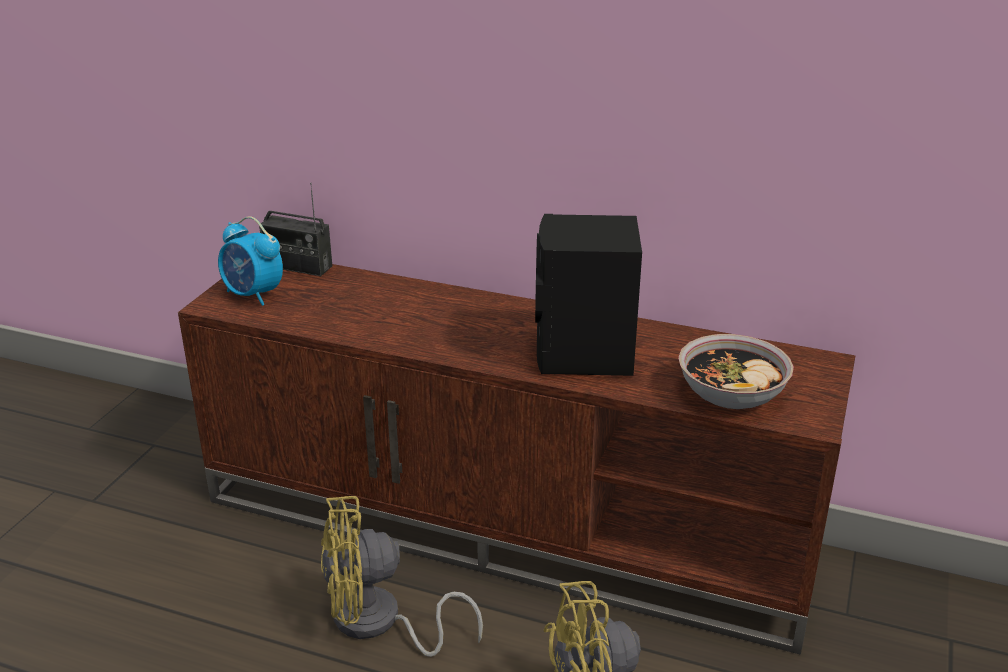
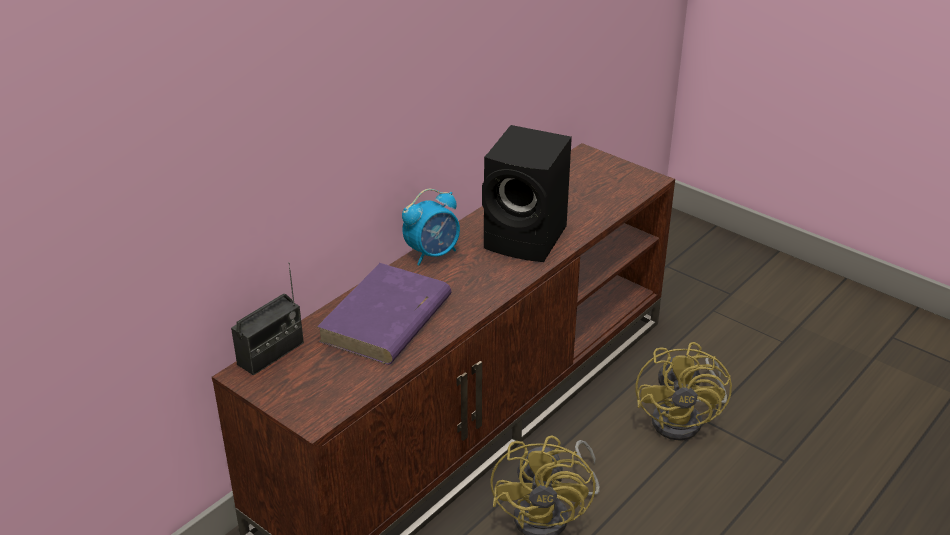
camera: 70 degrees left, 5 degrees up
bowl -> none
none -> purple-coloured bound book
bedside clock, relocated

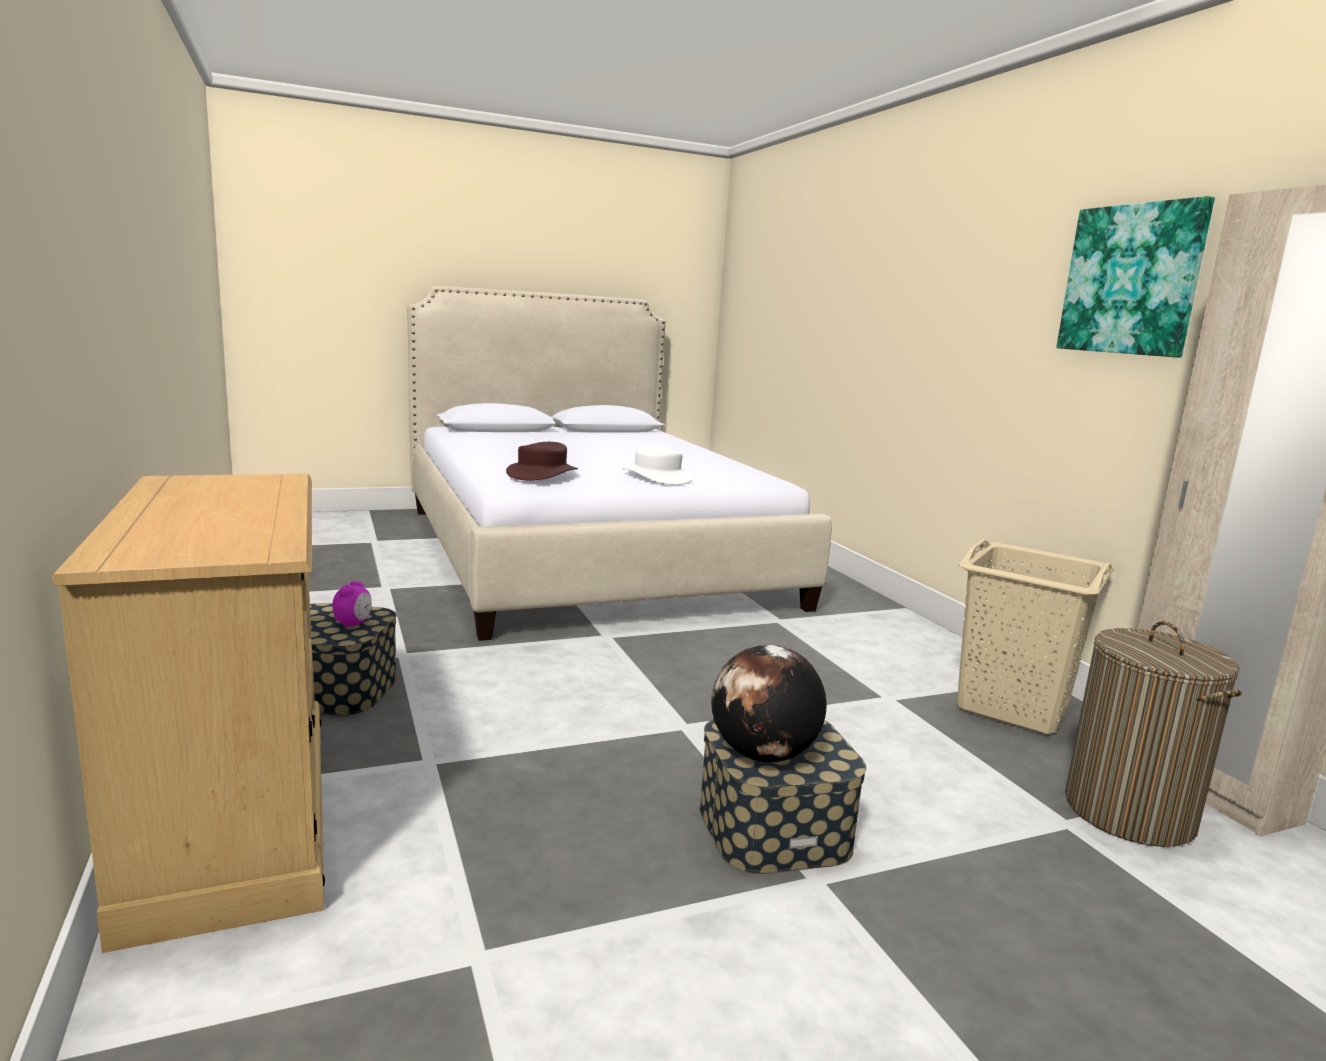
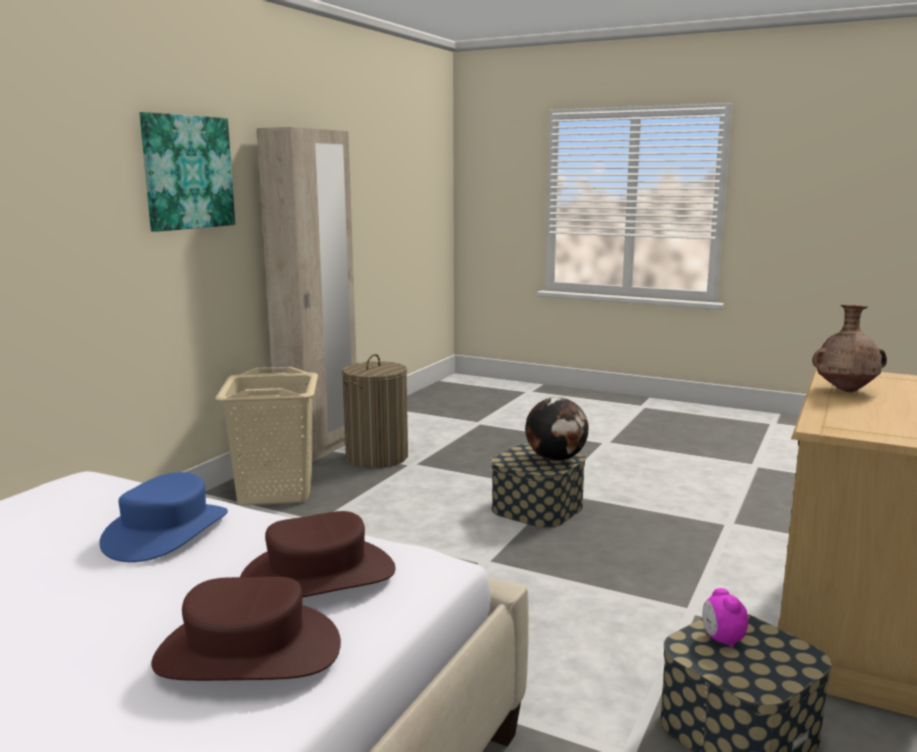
camera: 130 degrees left, 0 degrees up
none -> brownish hat (no. 1 from left)
none -> brownish decorative vase
white-coloured hat -> blue hat
bedside clock, 75 degrees counterclockwise

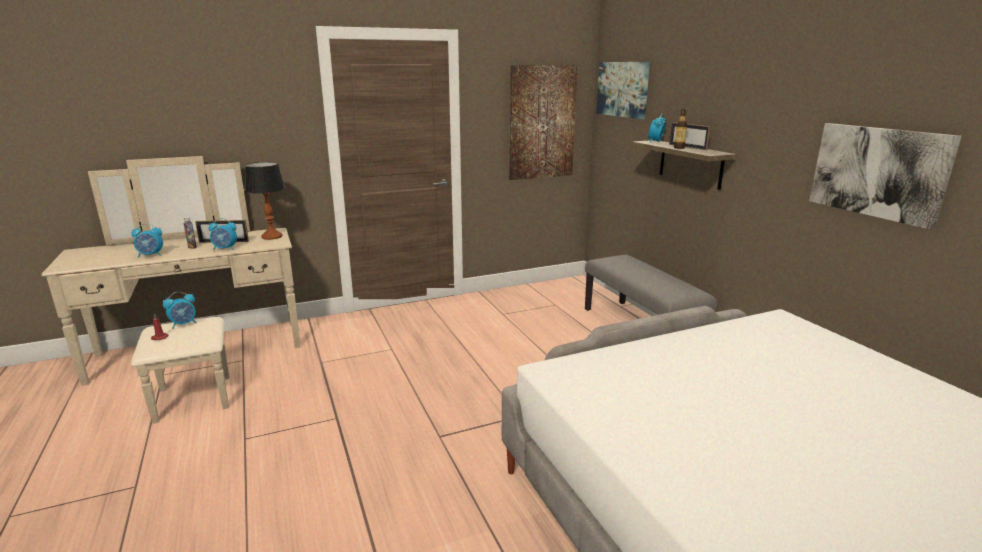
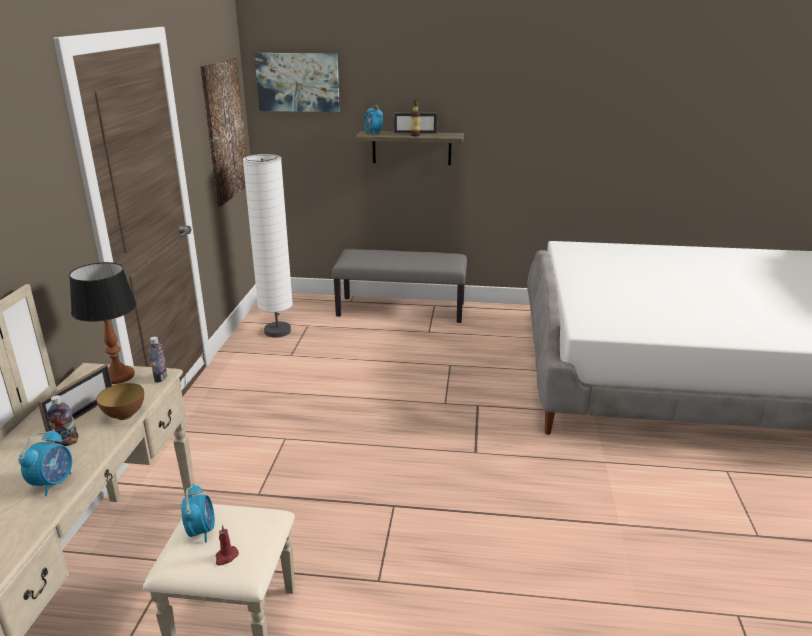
camera: 60 degrees left, 5 degrees up
picture (no. 3 from left) -> none
none -> bottle (no. 2 from left)
none -> white-coloured floor lamp
bedside clock (no. 3 from left) -> bowl

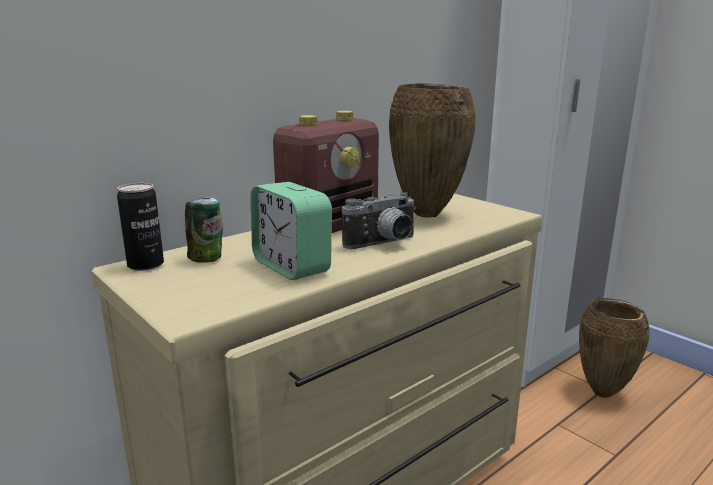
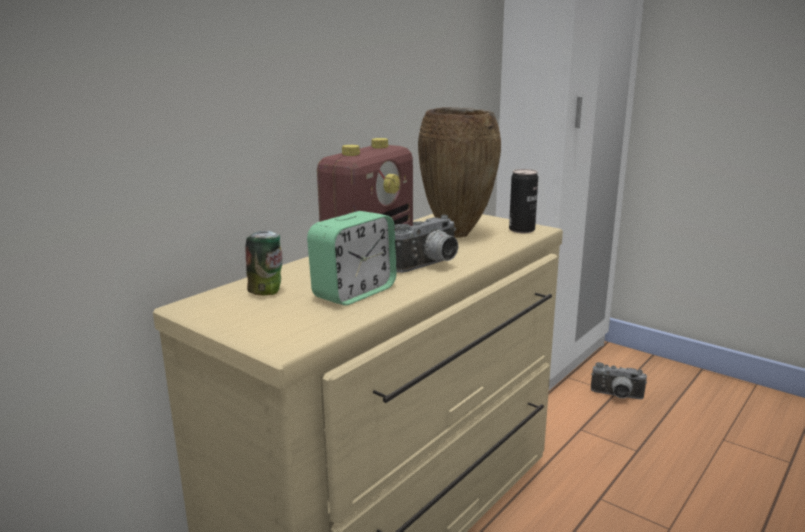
camera: 10 degrees left, 0 degrees up
metal can (no. 1 from left in the first image) -> metal can (no. 2 from left), relocated
brownish decorative vase (no. 2 from left) -> still camera (no. 2 from left)
bedside clock, 90 degrees counterclockwise

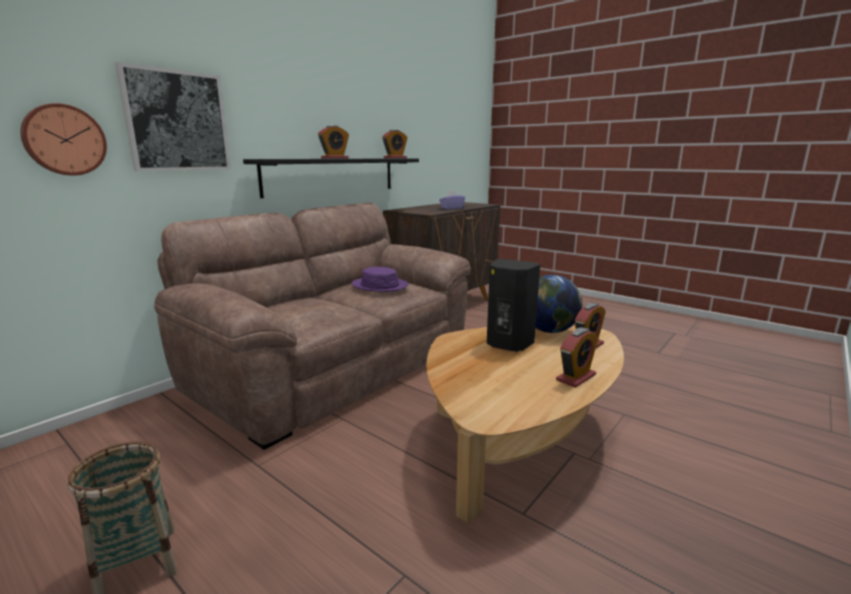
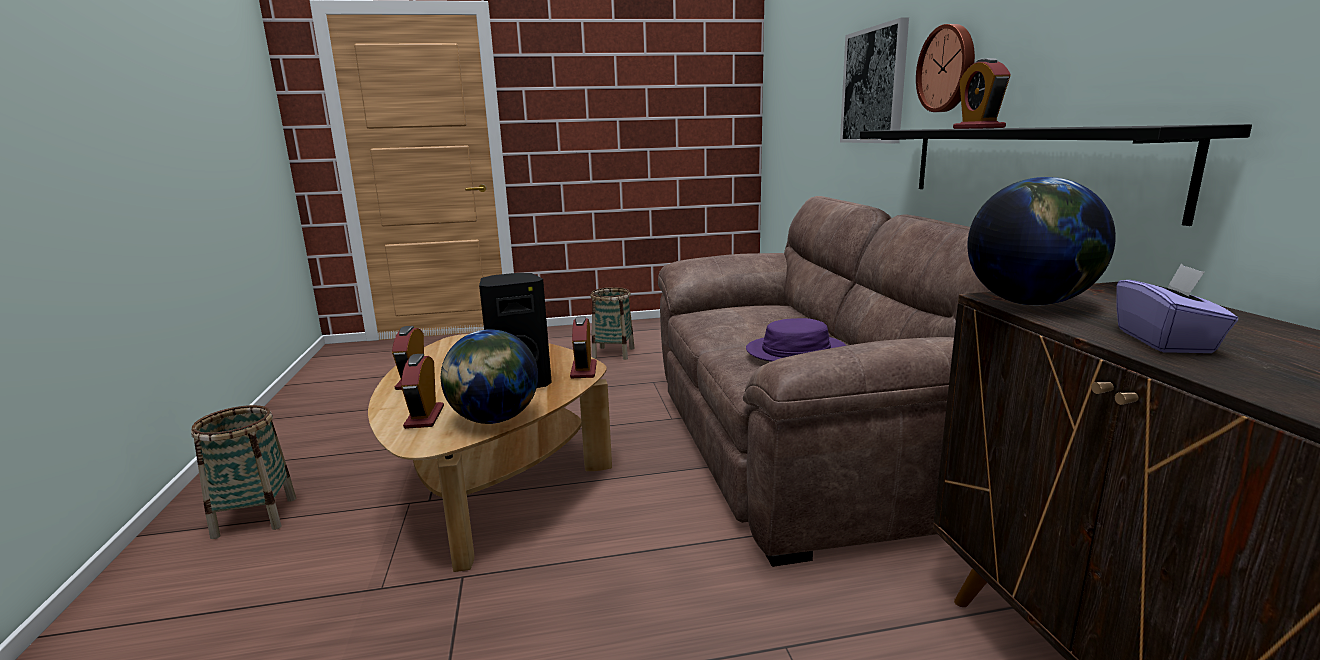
camera: 130 degrees right, 0 degrees up
none -> basket (no. 1 from left)
none -> world globe (no. 2 from left)
clock on the wall, relocated
bedside clock (no. 2 from left in the first image) -> bedside clock (no. 3 from left), relocated

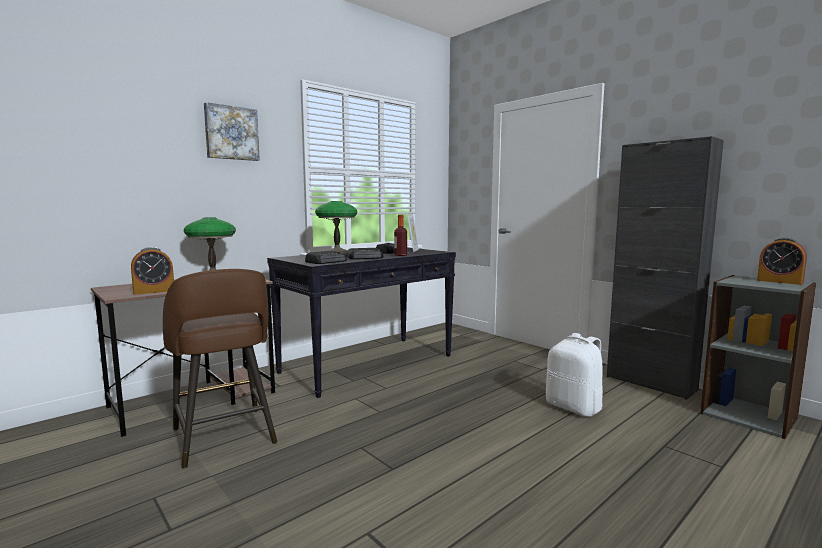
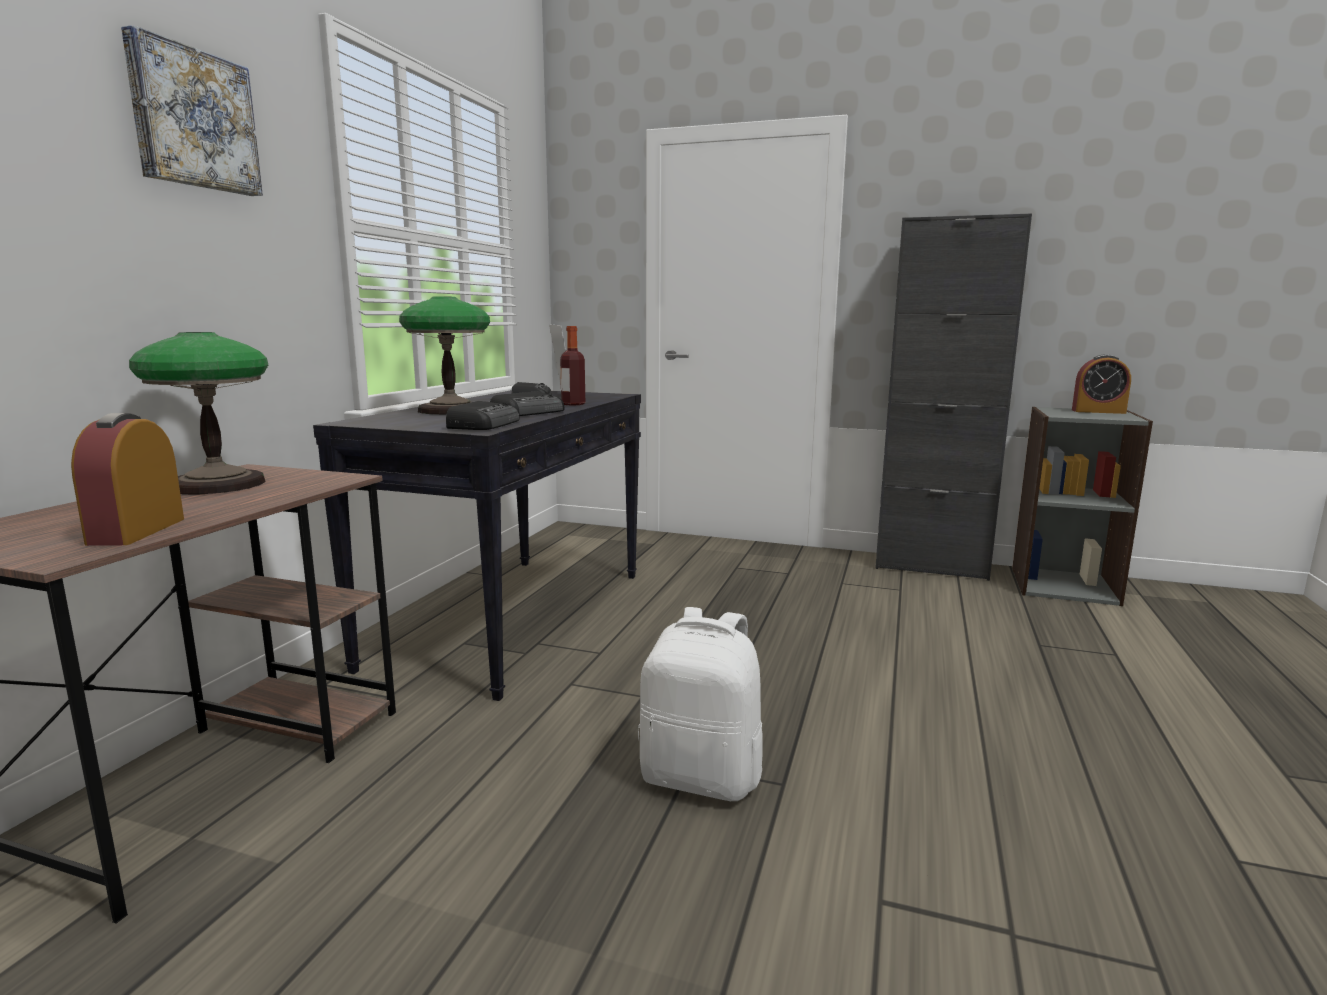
camera: 30 degrees left, 5 degrees up
brownish stool -> none
white-coloured rucksack, relocated
bedside clock (no. 1 from left), 150 degrees clockwise

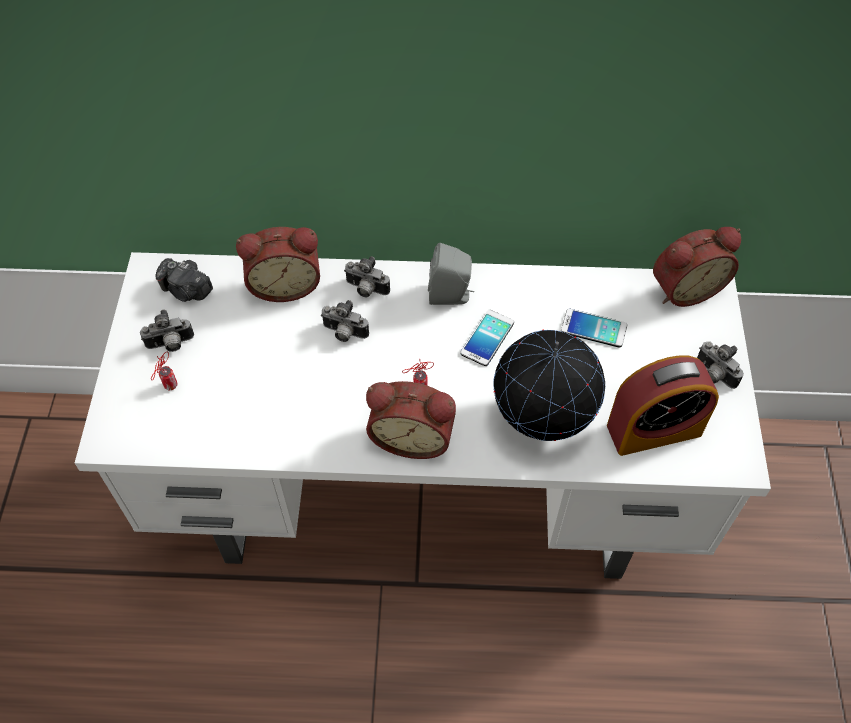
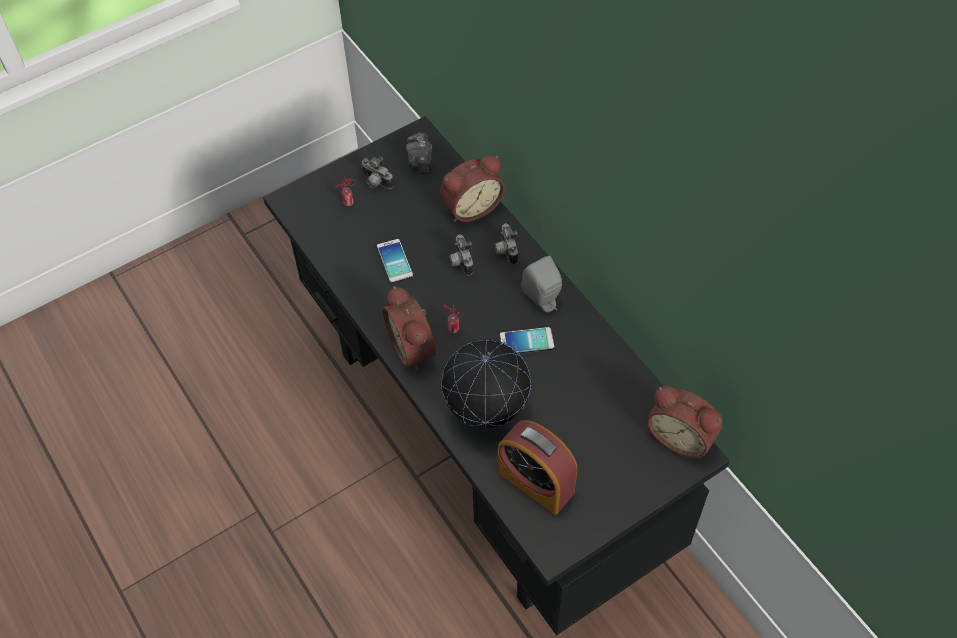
camera: 55 degrees right, 0 degrees up
still camera (no. 5 from left) -> none
telephone (no. 2 from left in the first image) -> telephone (no. 1 from left), relocated
white-coloured desk table -> blackish desk table
bedside clock (no. 1 from left in the first image) -> bedside clock (no. 2 from left), 75 degrees counterclockwise

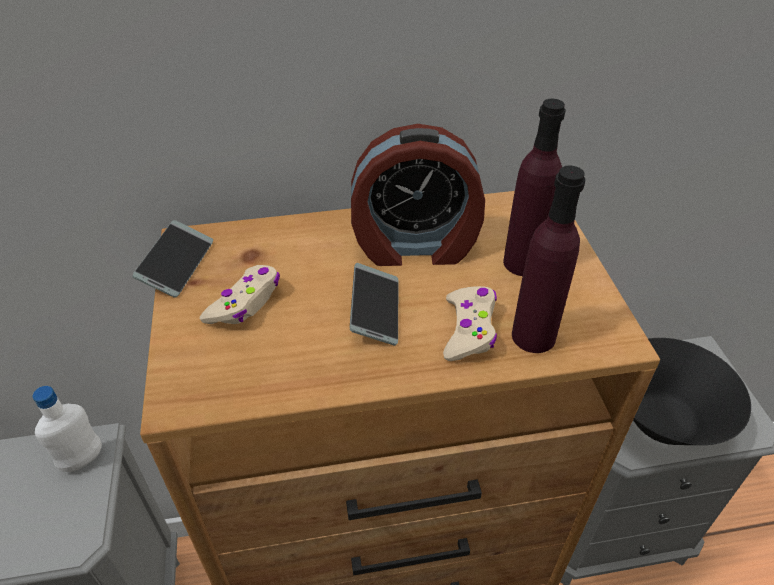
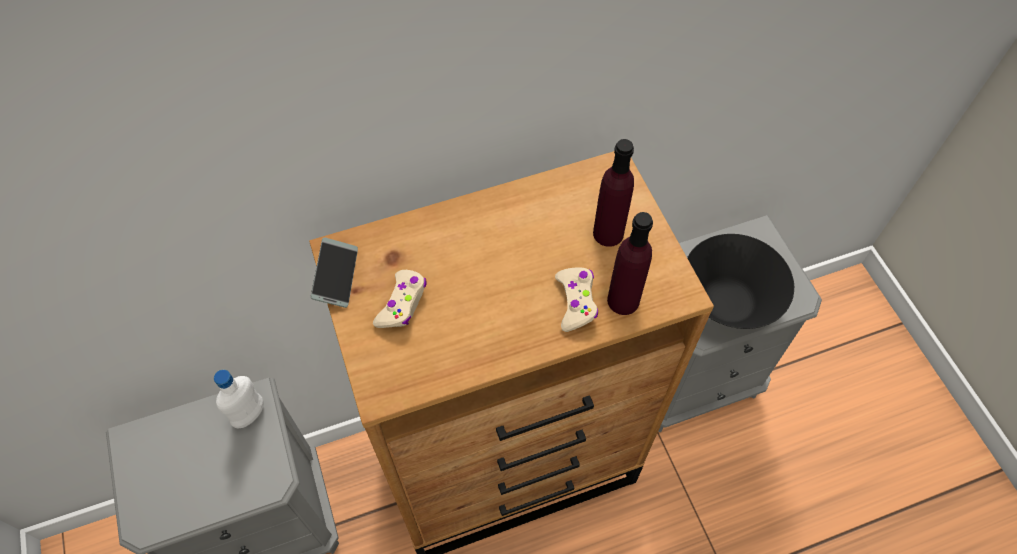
camera: 10 degrees left, 15 degrees up
telephone (no. 2 from left) -> none
bedside clock -> none

